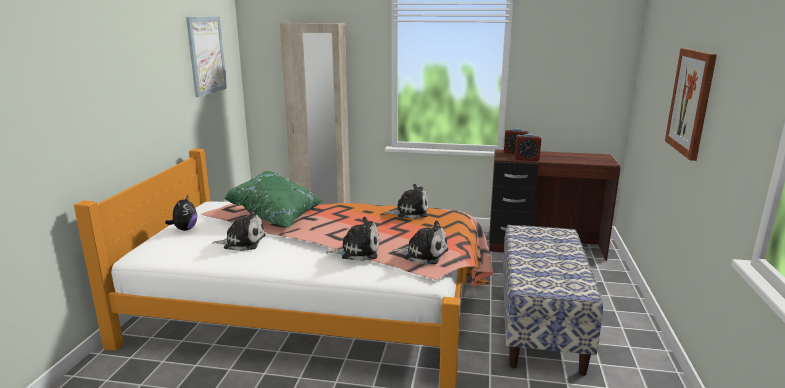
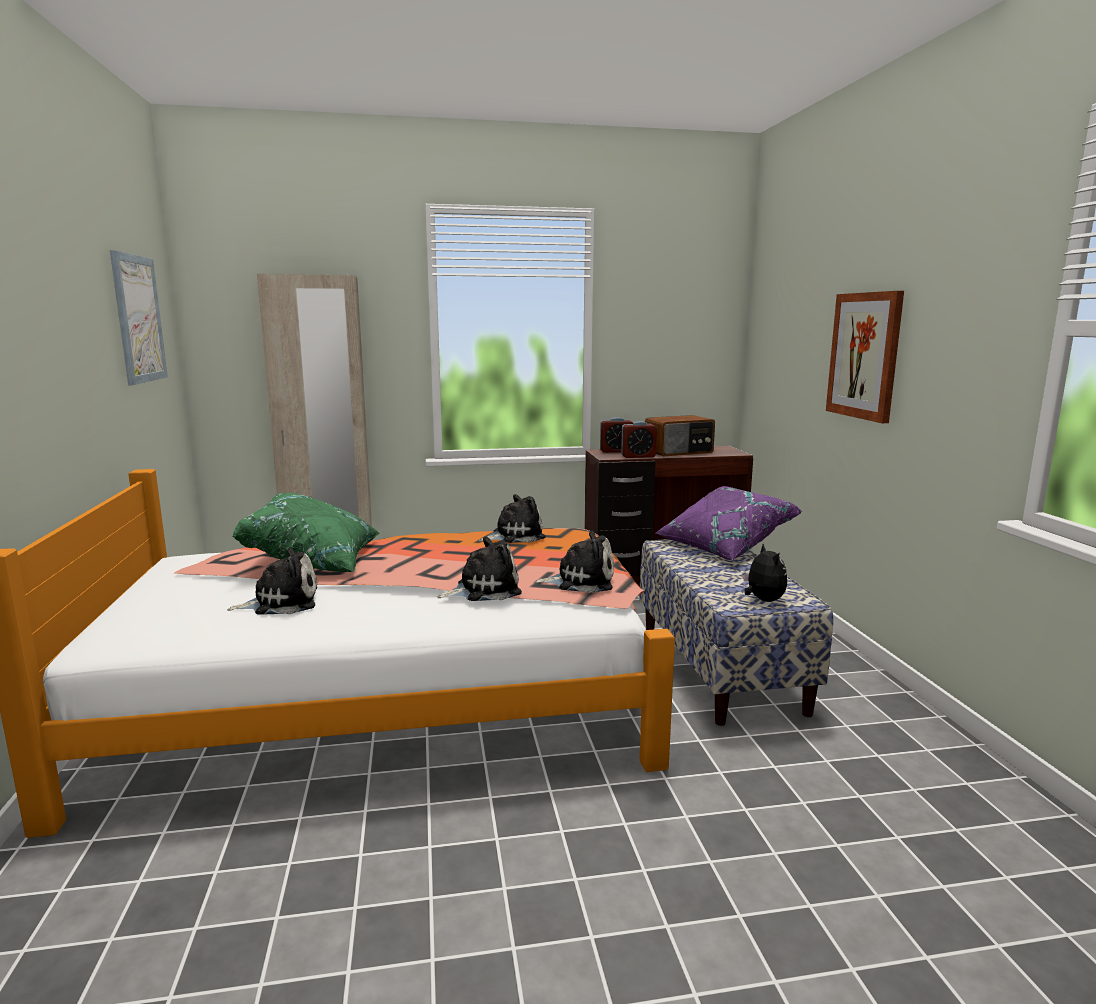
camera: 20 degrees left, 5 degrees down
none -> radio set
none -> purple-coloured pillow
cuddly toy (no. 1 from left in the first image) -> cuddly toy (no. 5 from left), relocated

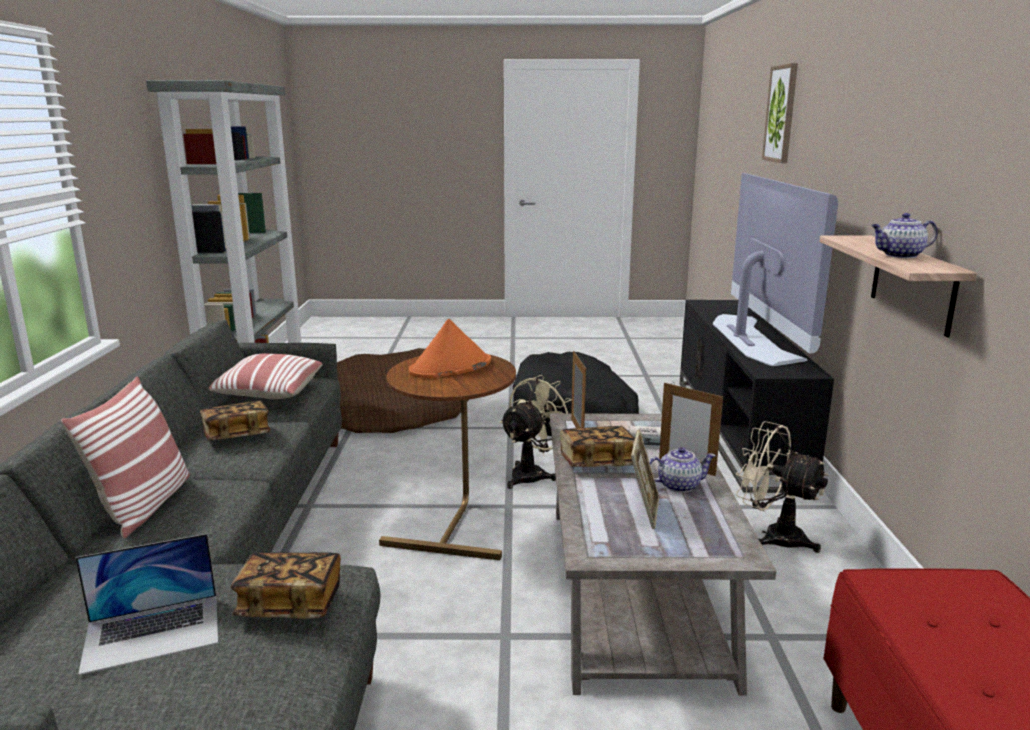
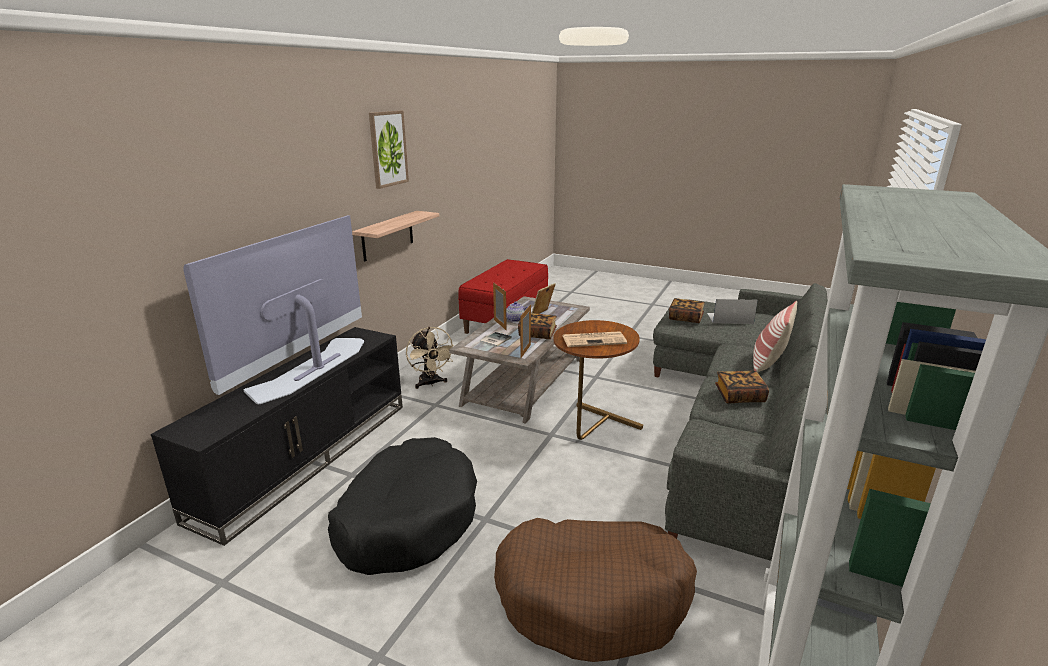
camera: 155 degrees left, 5 degrees up
pillow (no. 2 from left) -> none
beige fan (no. 1 from left) -> none
tea pot (no. 2 from left) -> none
picture, relocated
orangey hat -> daily paper

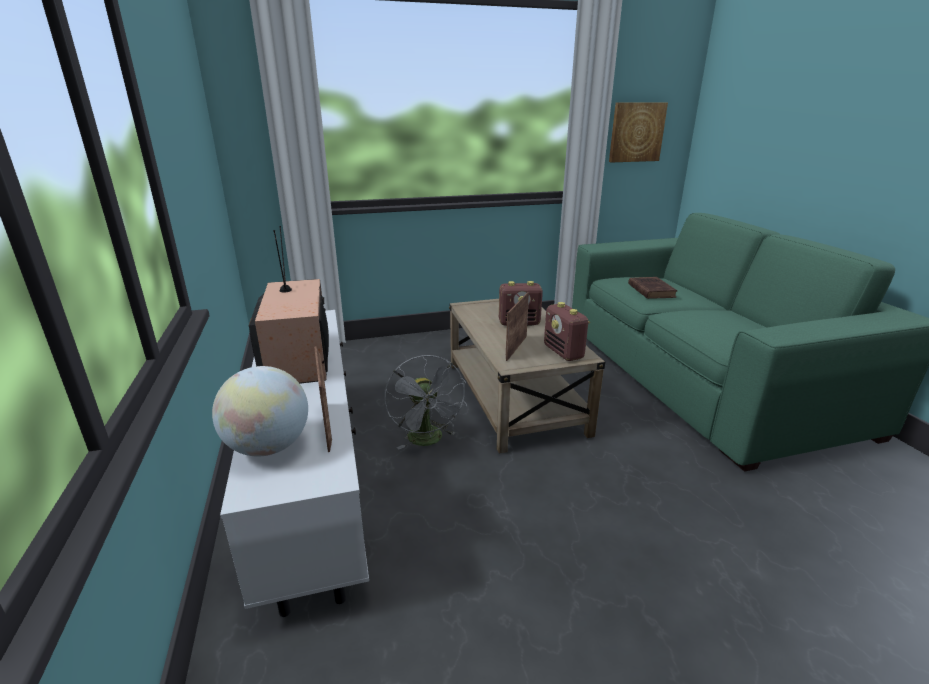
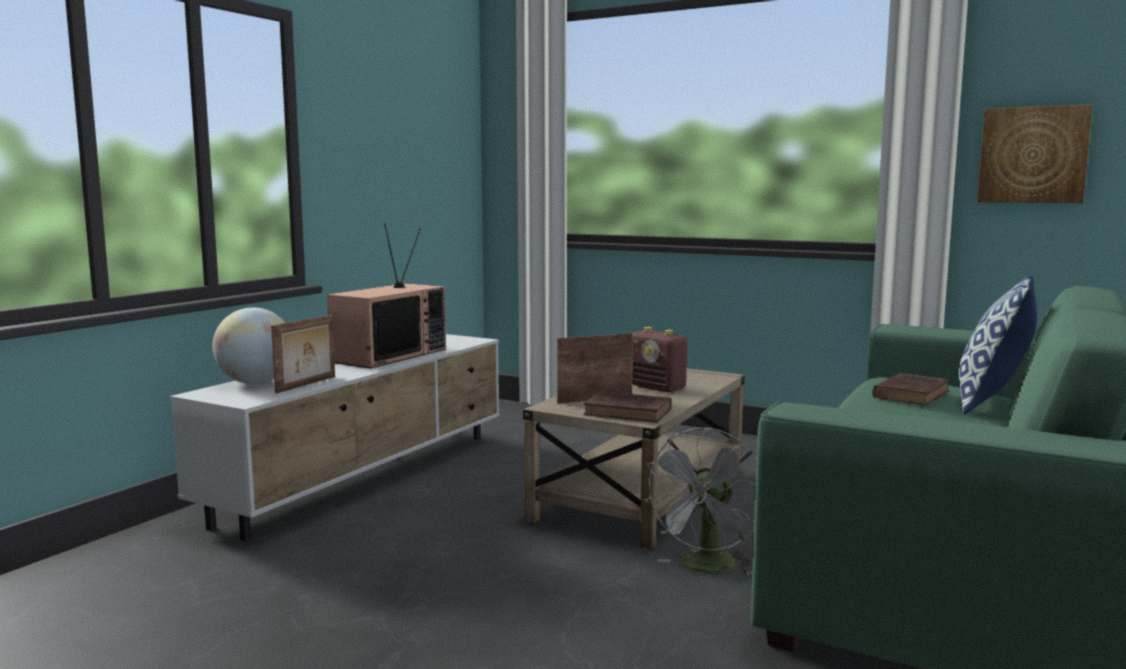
camera: 45 degrees right, 15 degrees down
none -> pillow
gray fan, relocated
radio set (no. 2 from left) -> brownish bound book (no. 1 from left)

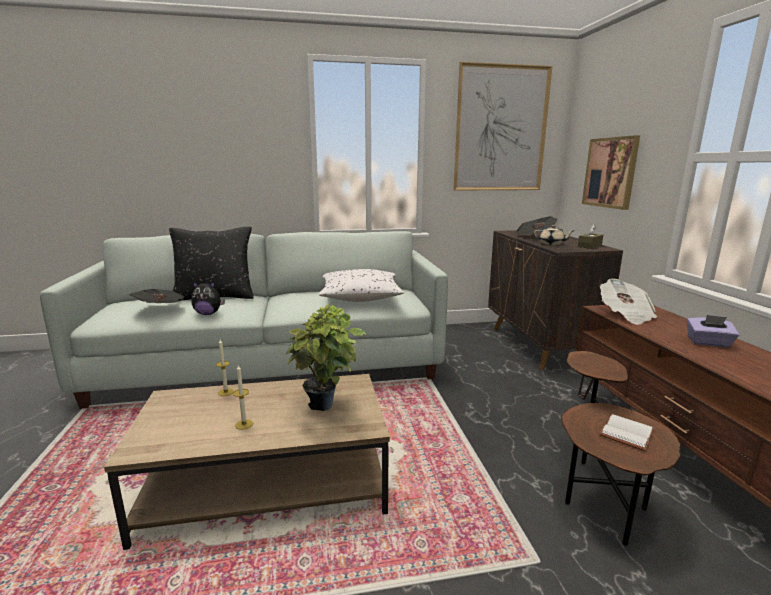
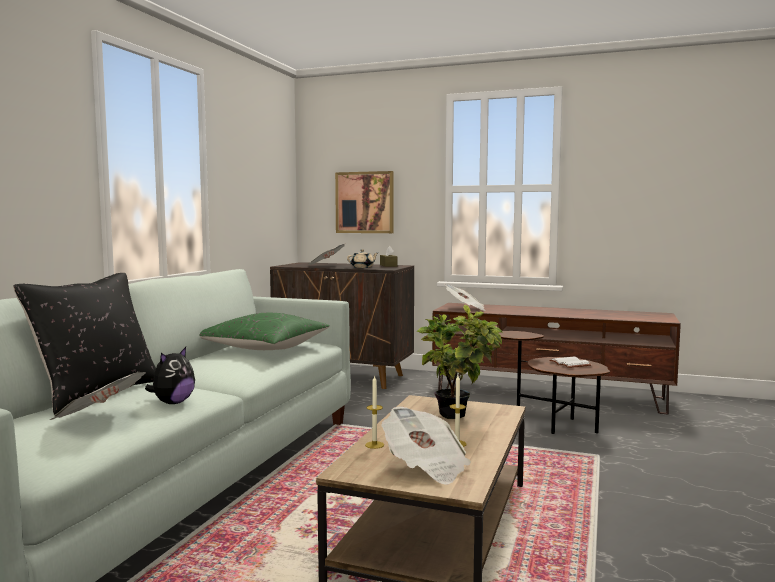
camera: 60 degrees left, 10 degrees down
picture (no. 1 from left) -> none
purple-coloured tissue holder -> none
none -> daily paper (no. 3 from left)
white-coloured pillow -> green pillow

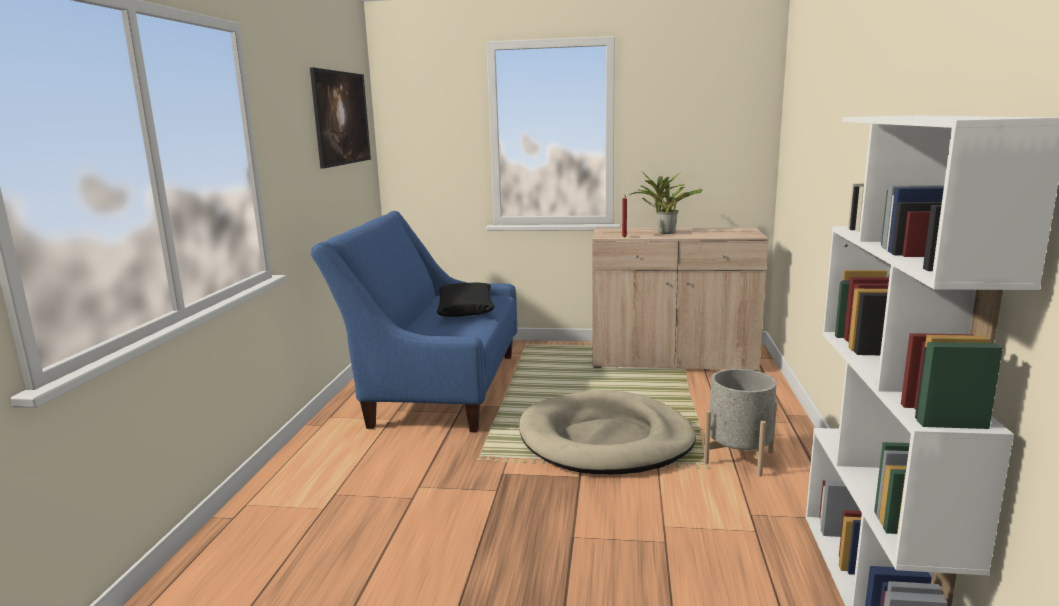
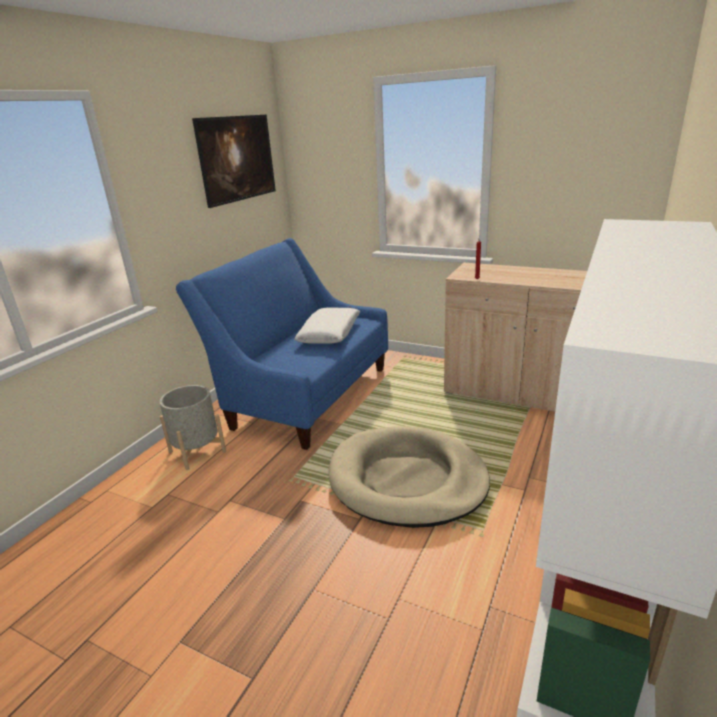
camera: 20 degrees right, 10 degrees up
plant in a pot -> none
gray flower pot, relocated
blackish pillow -> white-coloured pillow

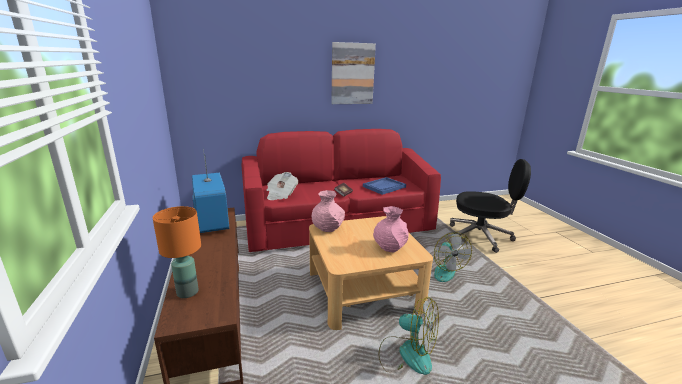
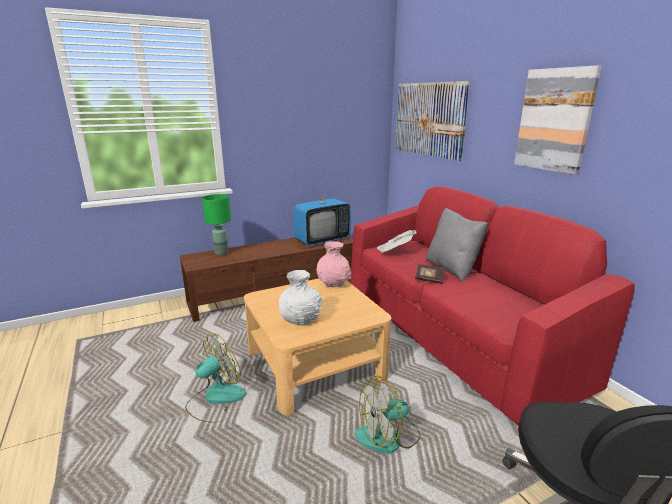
camera: 80 degrees right, 0 degrees up
blue carrying tray -> none
none -> picture (no. 1 from left)
none -> gray pillow
orangey table lamp -> green table lamp
pink-coloured decorative vase (no. 2 from left) -> white-coloured decorative vase
fan (no. 1 from left), 150 degrees counterclockwise

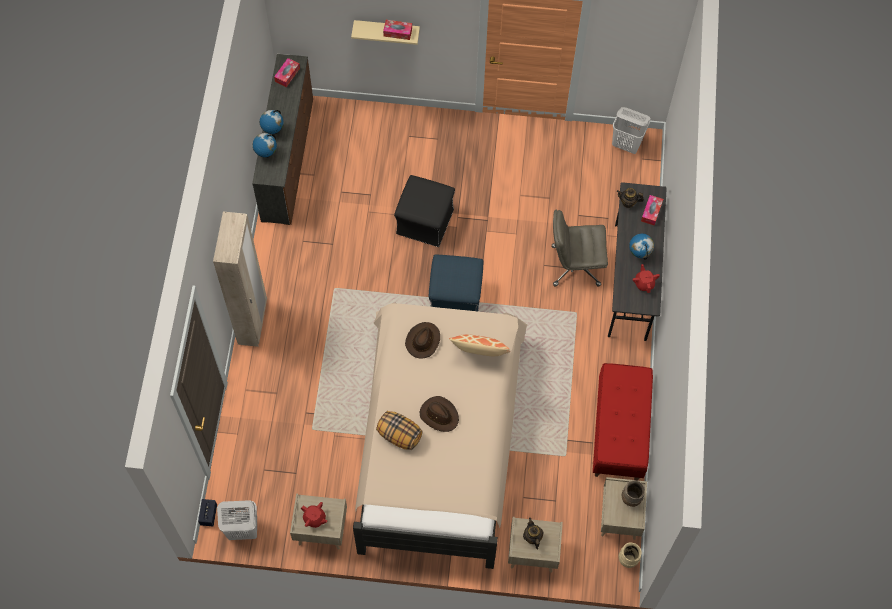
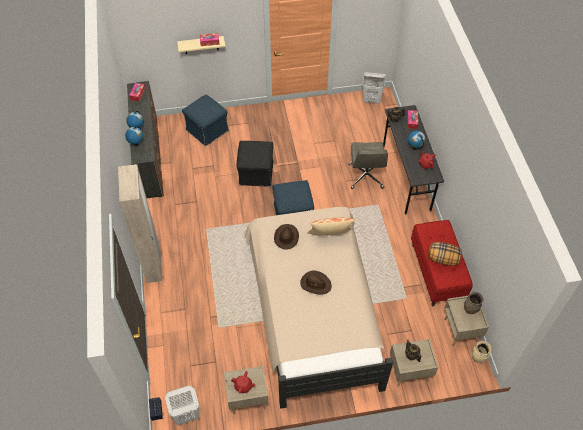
camera: 15 degrees left, 10 degrees down
none -> blue ottoman (no. 1 from left)
pillow (no. 1 from left in the first image) -> pillow (no. 2 from left), relocated
gray computer chair, 75 degrees counterclockwise

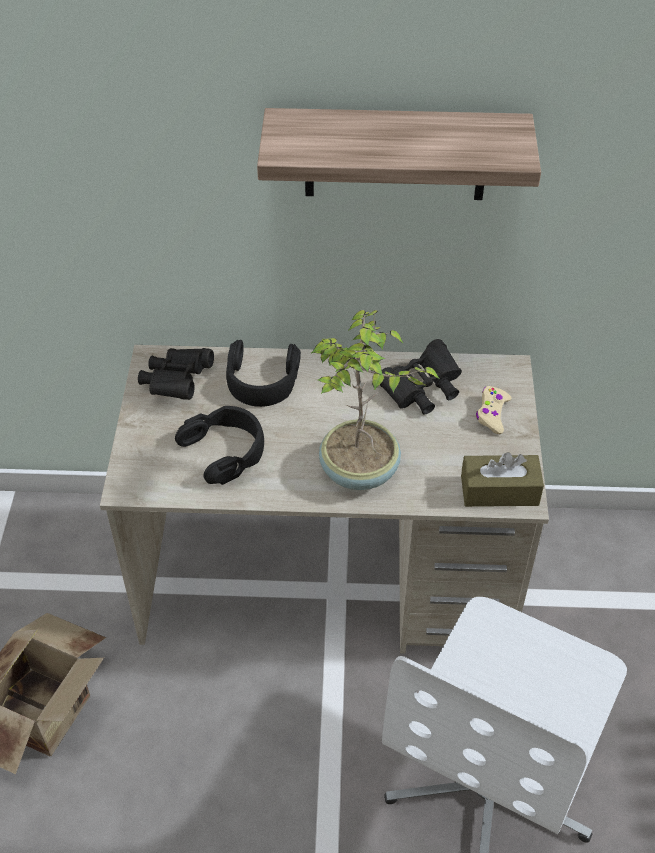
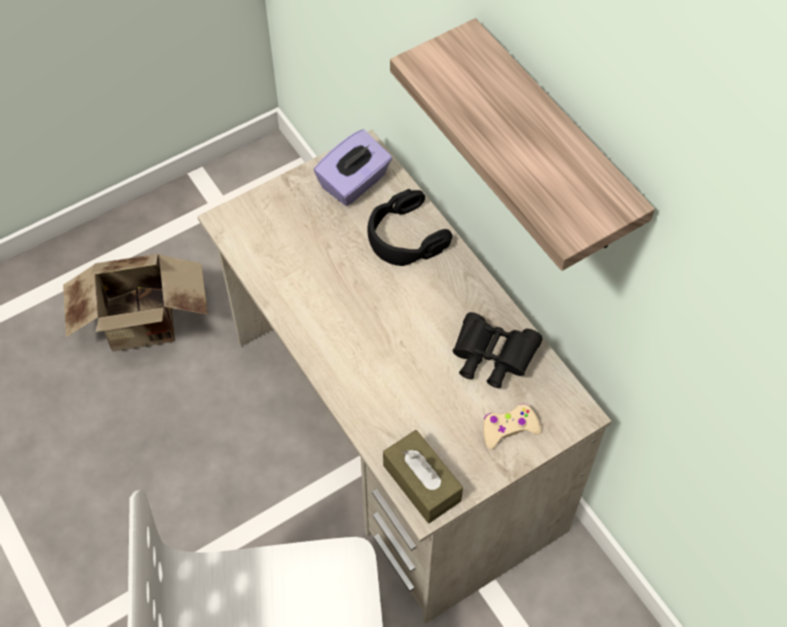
camera: 55 degrees right, 10 degrees up
blackish headphones (no. 1 from left) -> none
plant in a pot -> none
blackish binoculars (no. 1 from left) -> purple-coloured tissue holder

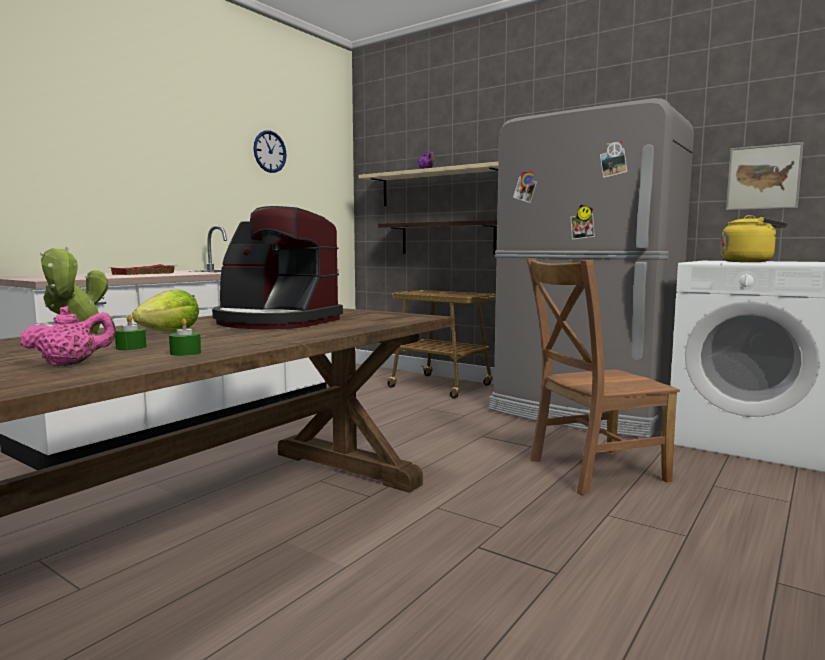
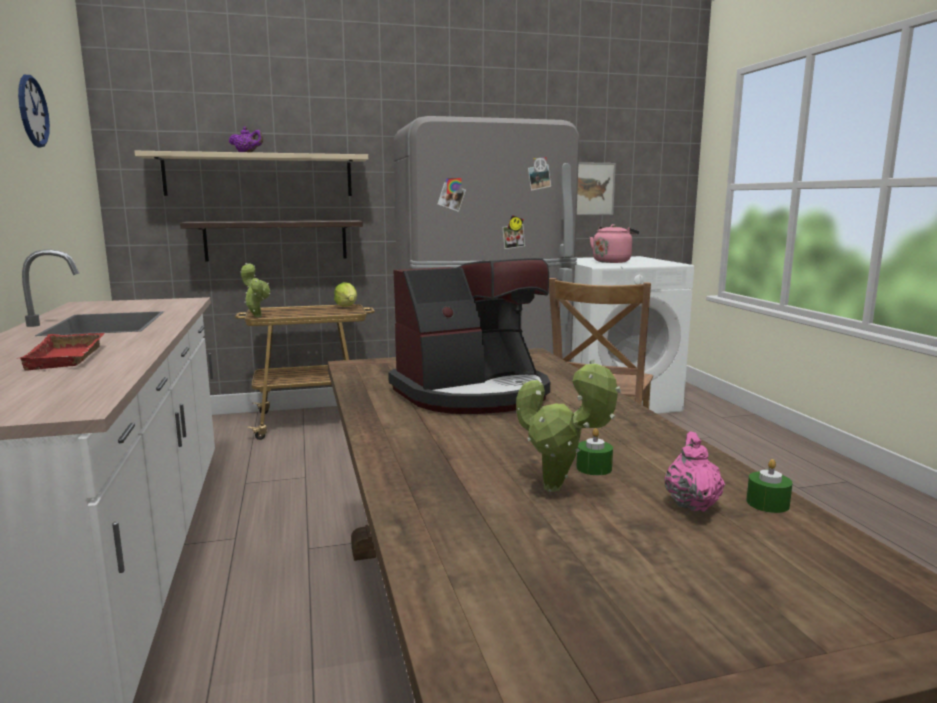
camera: 50 degrees left, 5 degrees up
none -> plant in a pot (no. 1 from left)
lettuce head, relocated
green candle (no. 2 from left), relocated
yellow-coloured tea kettle -> pink-coloured tea kettle

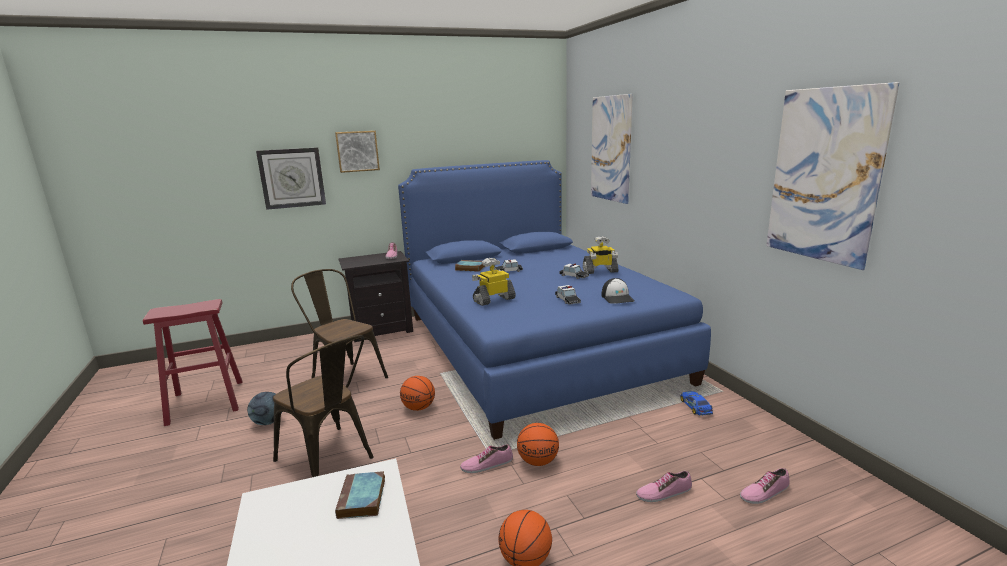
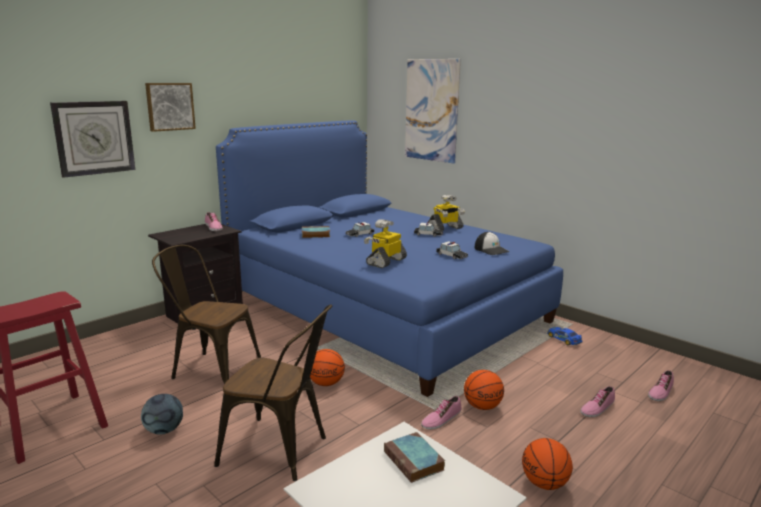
camera: 25 degrees left, 0 degrees up
picture (no. 3 from left) -> none

